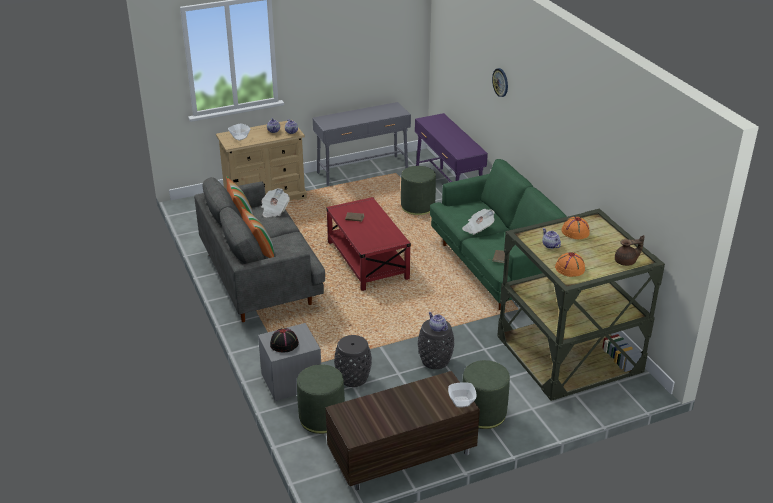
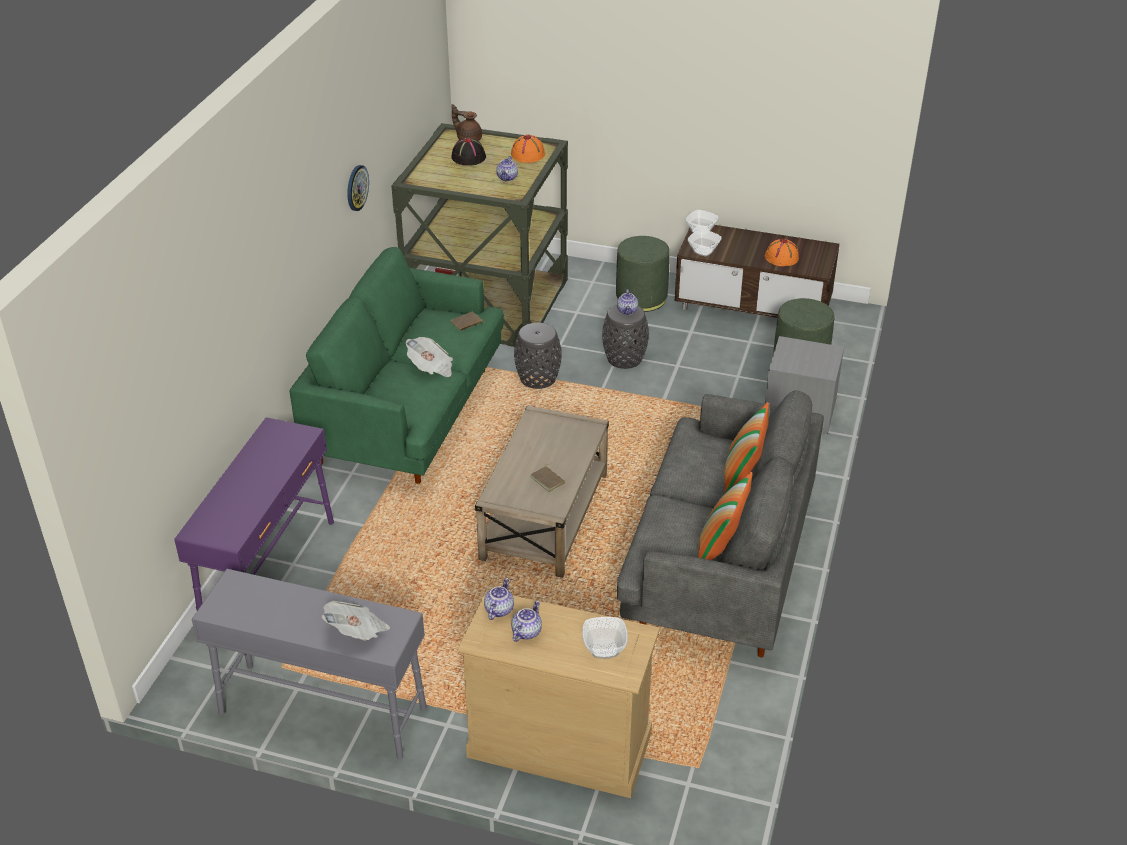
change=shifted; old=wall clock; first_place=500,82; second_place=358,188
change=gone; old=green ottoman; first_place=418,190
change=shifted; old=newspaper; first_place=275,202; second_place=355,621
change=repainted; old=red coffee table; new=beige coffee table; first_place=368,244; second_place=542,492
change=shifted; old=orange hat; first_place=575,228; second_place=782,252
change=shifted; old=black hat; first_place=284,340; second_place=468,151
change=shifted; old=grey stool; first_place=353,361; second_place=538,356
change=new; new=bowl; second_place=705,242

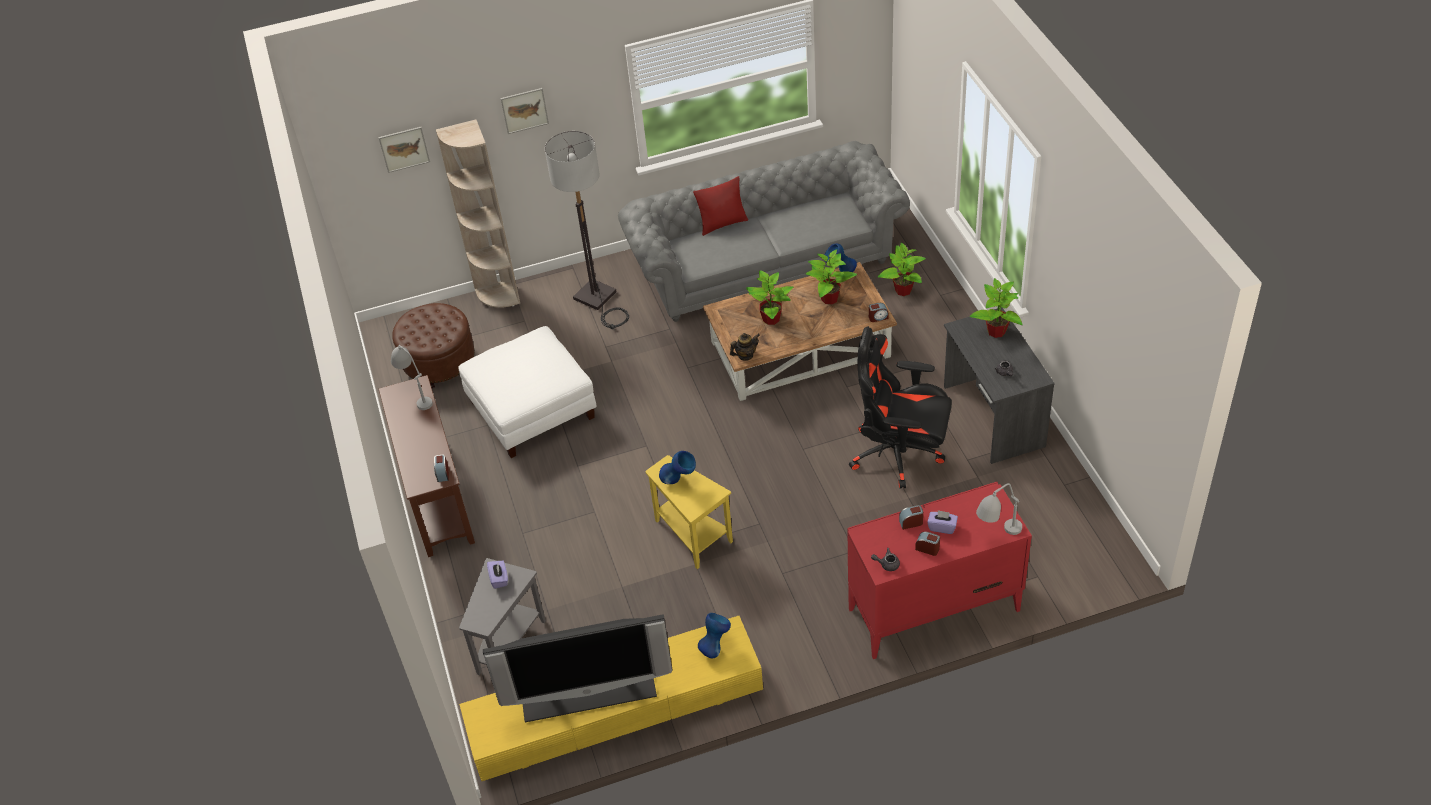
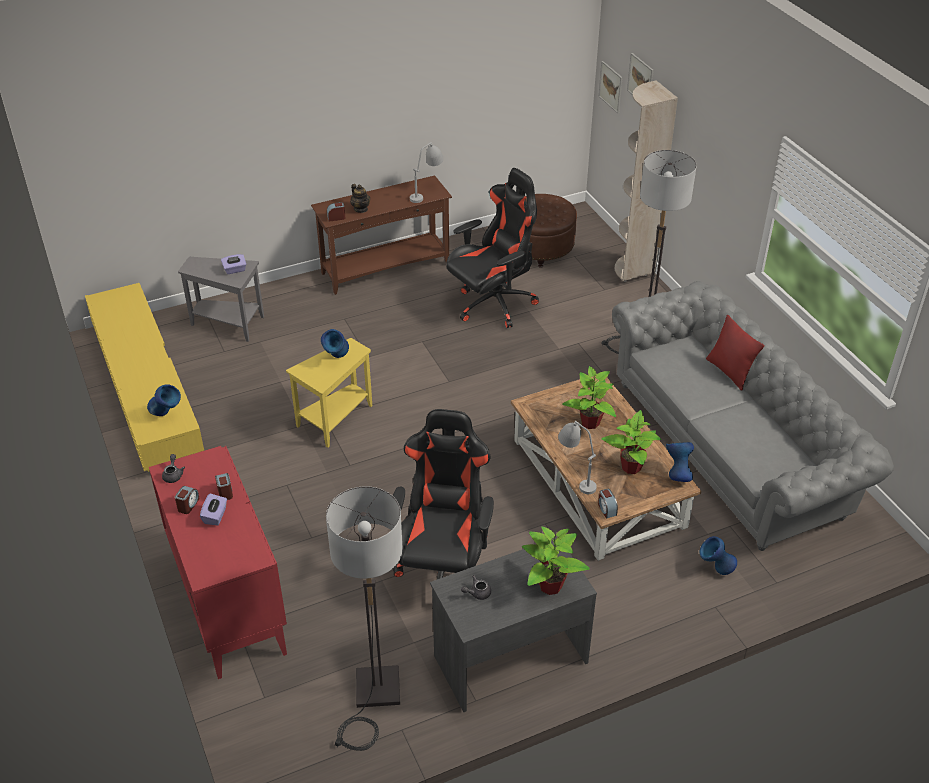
change=shifted; old=picture; first_place=524,111; second_place=611,87
change=swapped; old=potted plant; new=blue vase; first_place=902,269; second_place=718,555
change=swapped; old=white ottoman; new=black office chair; first_place=528,392; second_place=492,248
change=shifted; old=teapot; first_place=744,347; second_place=360,198
change=shifted; old=grey table lamp; first_place=999,509; second_place=577,457
change=gone; old=television; first_place=577,668
change=new; new=floor lamp; second_place=364,618

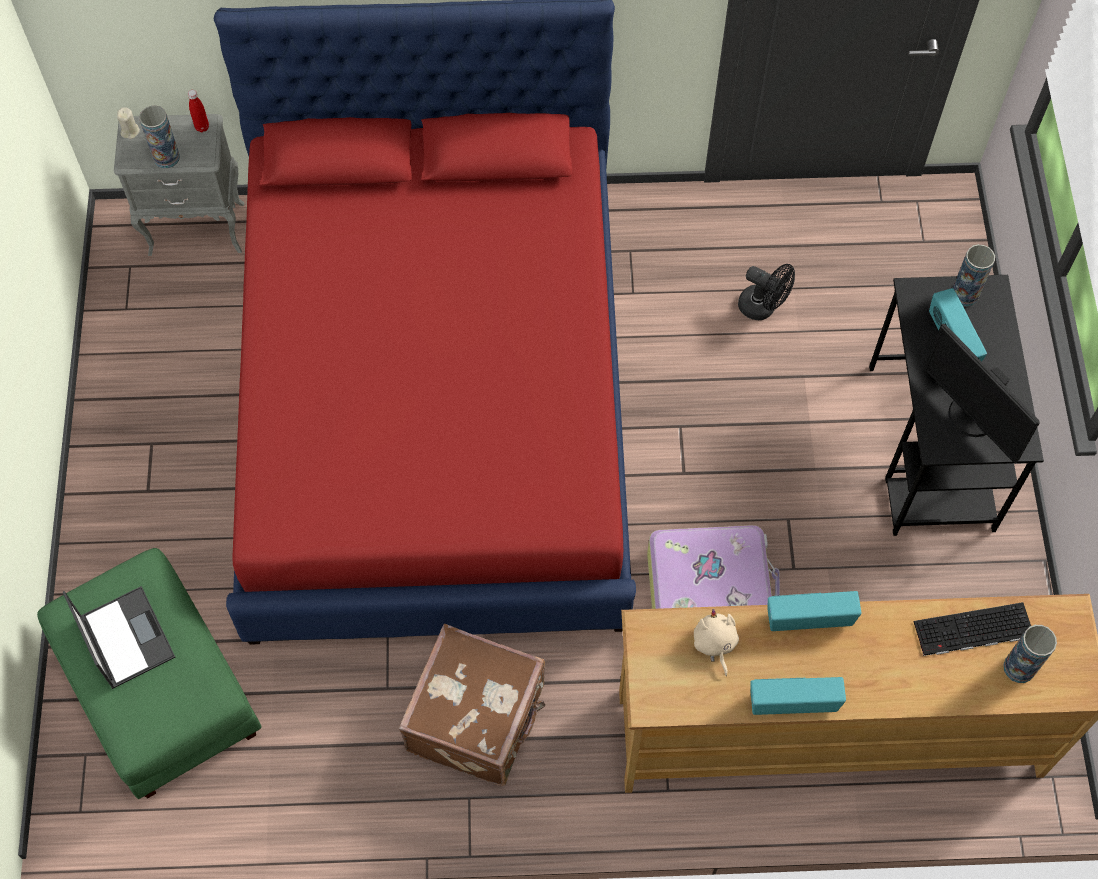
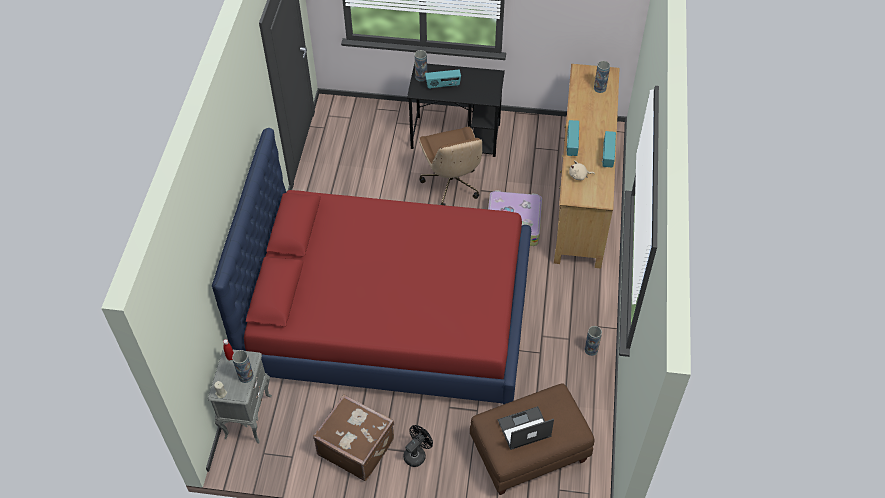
change=shifted; old=black fan; first_place=766,292; second_place=418,446
change=gone; old=monitor; first_place=982,393
change=repainted; old=green ottoman; new=brown ottoman; first_place=149,673; second_place=532,439
change=gone; old=keyboard; first_place=972,629
change=shifted; old=brown suitcase; first_place=471,705; second_place=353,437
change=new; new=brown office chair; second_place=450,166
change=new; new=vase; second_place=593,341

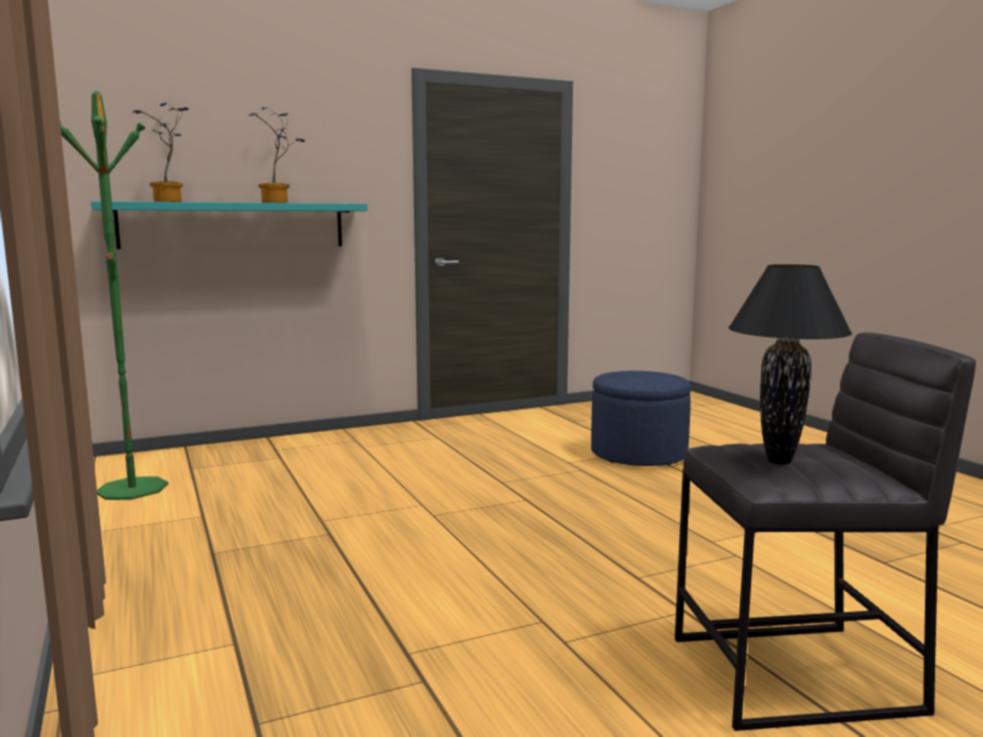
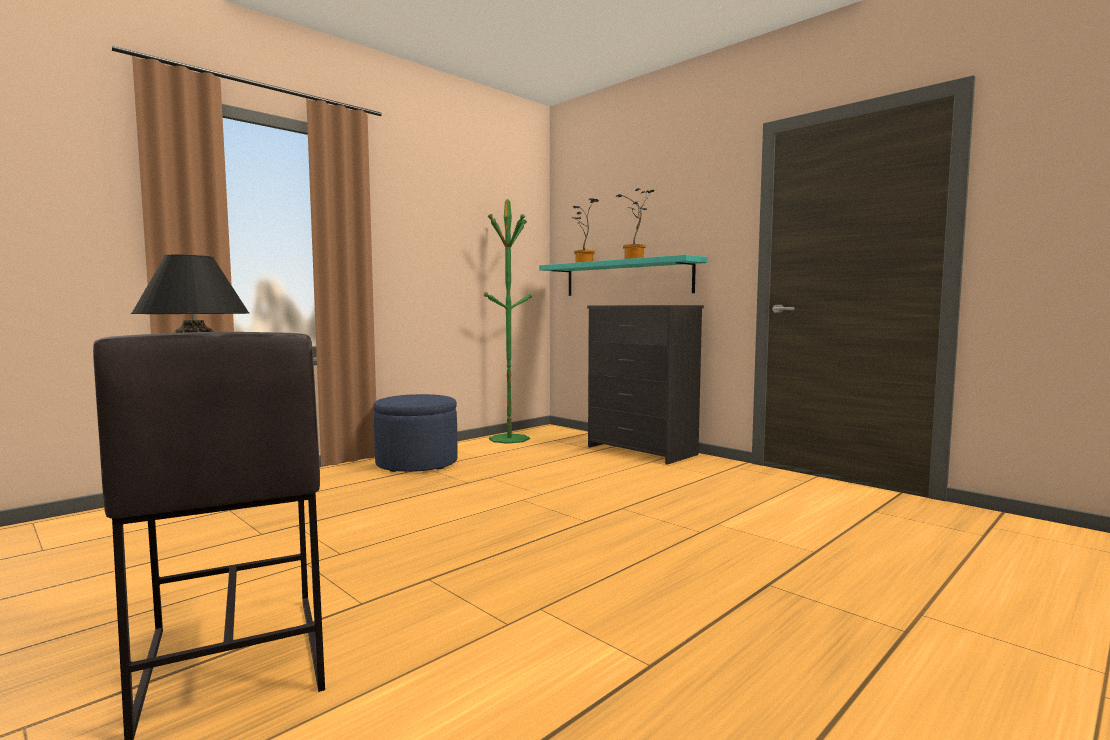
change=shifted; old=blue ottoman; first_place=641,418; second_place=415,433
change=new; new=black dresser; second_place=645,385

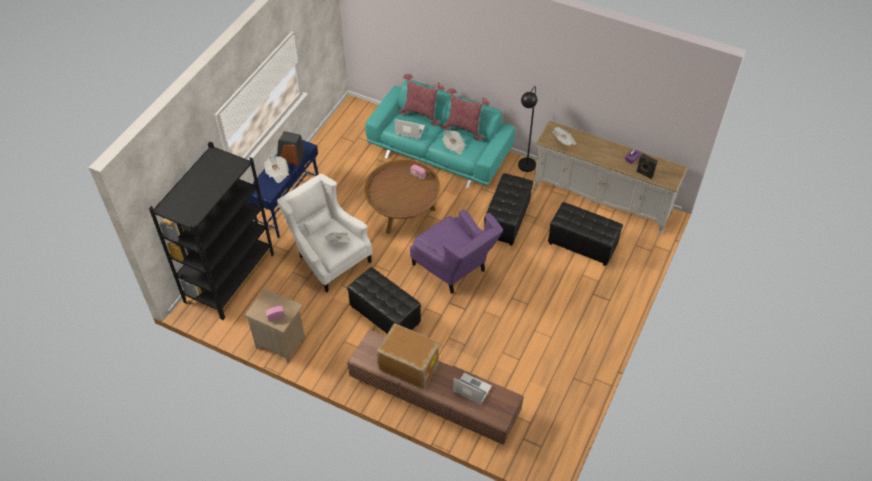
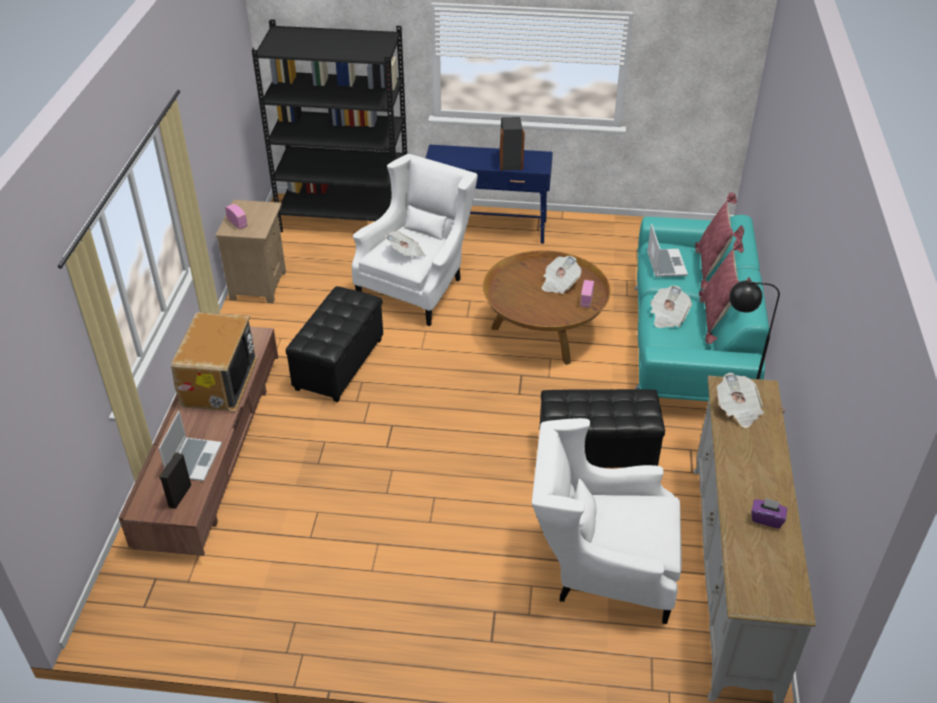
change=shifted; old=black speaker; first_place=647,166; second_place=175,480
change=shifted; old=newspaper; first_place=276,169; second_place=561,275
change=swapped; old=black ottoman; new=white armchair; first_place=585,234; second_place=607,521
change=gone; old=purple armchair; first_place=456,251

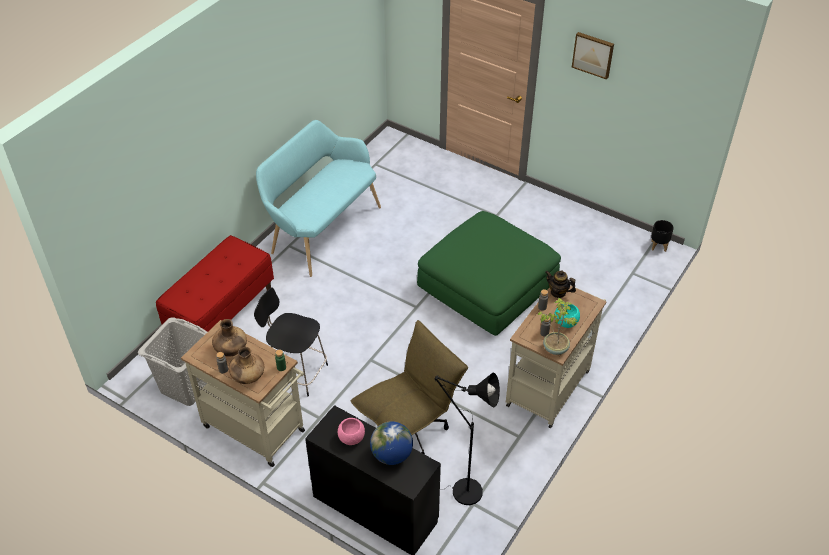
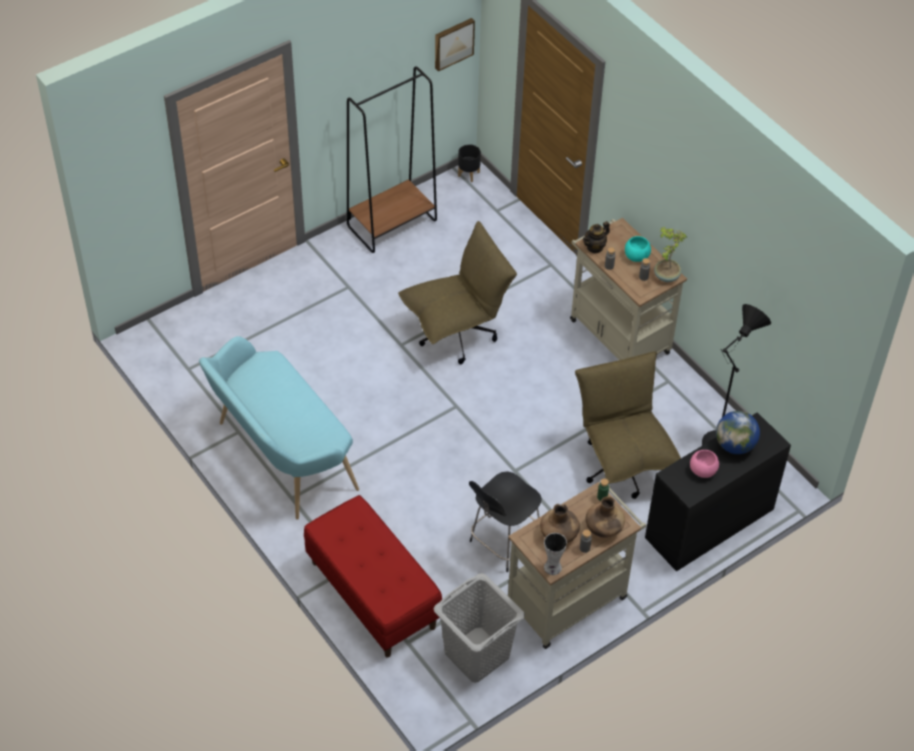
change=shifted; old=picture; first_place=593,56; second_place=455,44
change=swapped; old=green ottoman; new=beige office chair; first_place=489,273; second_place=457,292
change=new; new=clothes rack; second_place=392,159
change=new; new=vase; second_place=555,554

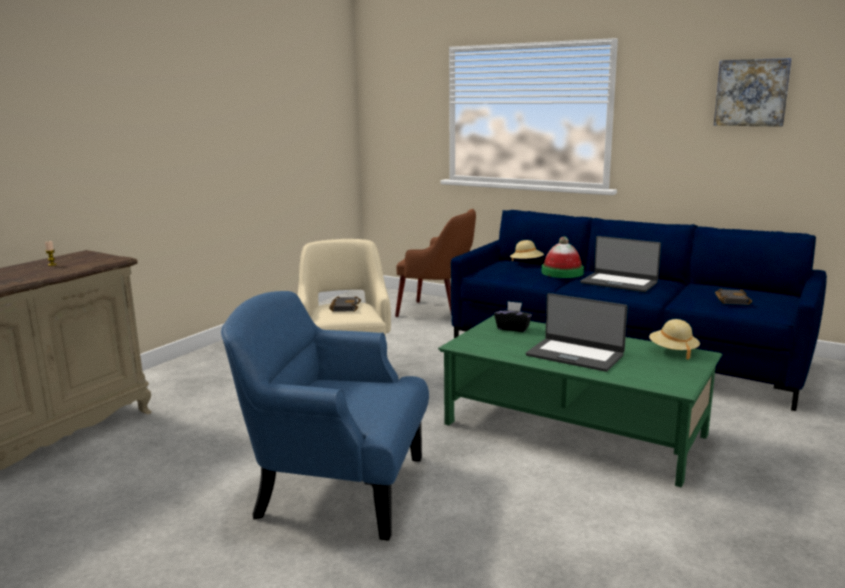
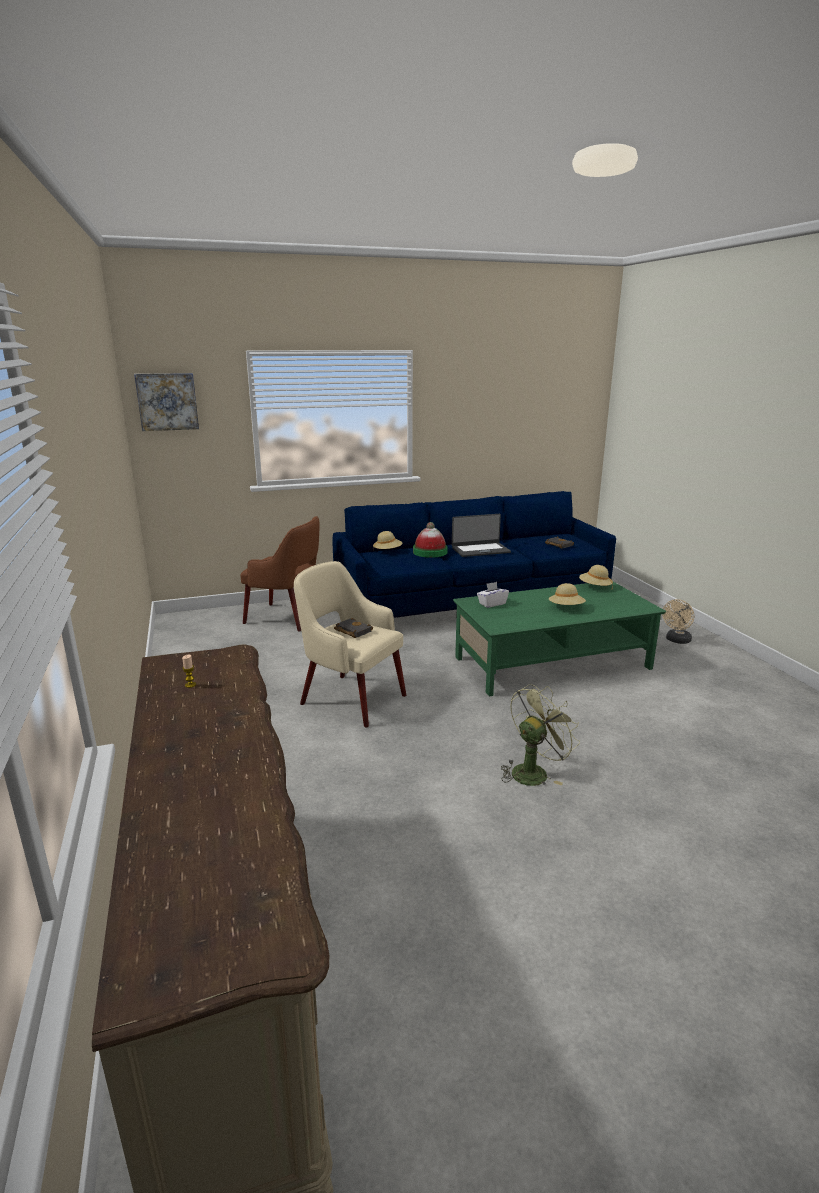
change=shifted; old=picture; first_place=753,92; second_place=166,402
change=rotated; old=brown armchair; first_place=435,263; second_place=280,574; degrees=45
change=swapped; old=blue armchair; new=green fan; first_place=325,416; second_place=540,735
change=swapped; old=laptop; new=beige hat; first_place=577,332; second_place=567,594
change=repainted; old=black tissue box; new=white tissue box; first_place=513,316; second_place=493,595
change=new; new=beige fan; second_place=678,621

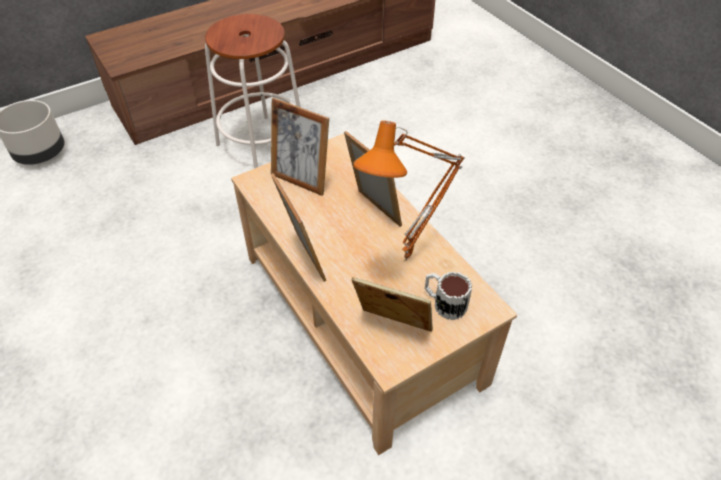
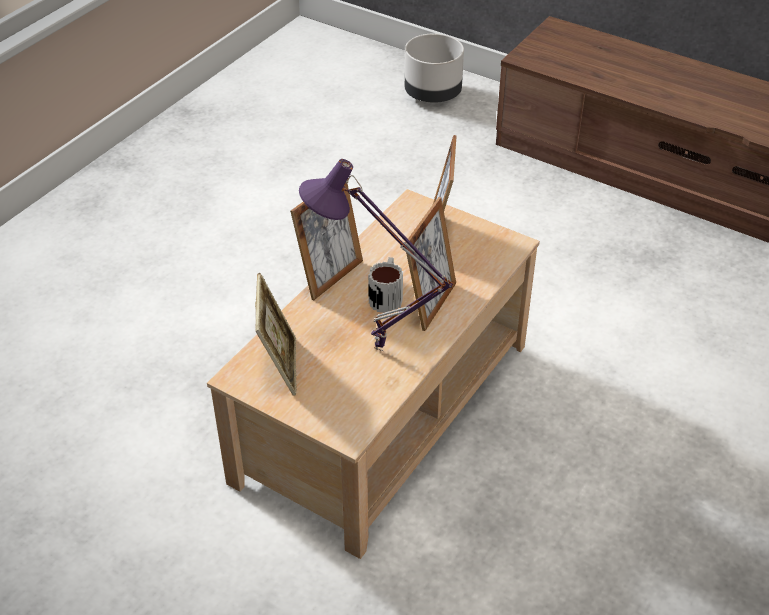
change=gone; old=white stool; first_place=253,91
change=repainted; old=orange table lamp; new=purple table lamp; first_place=409,191; second_place=376,255
change=shifted; old=mug; first_place=448,296; second_place=385,285

